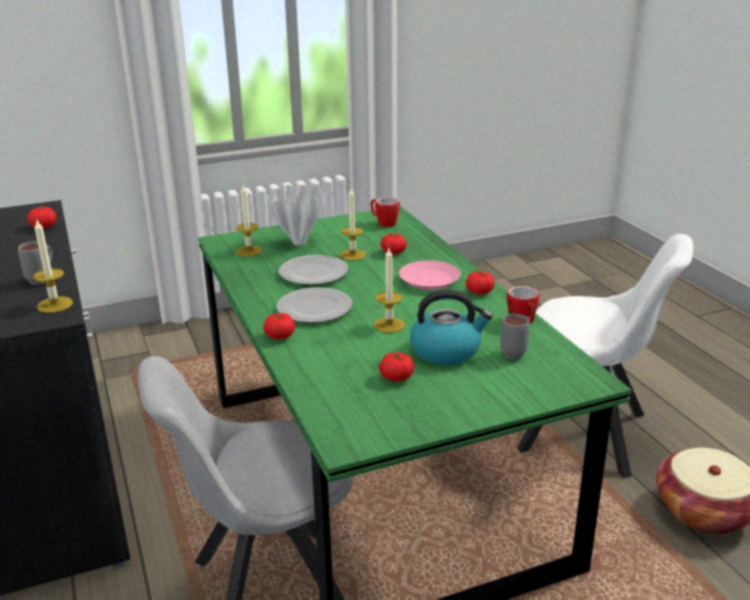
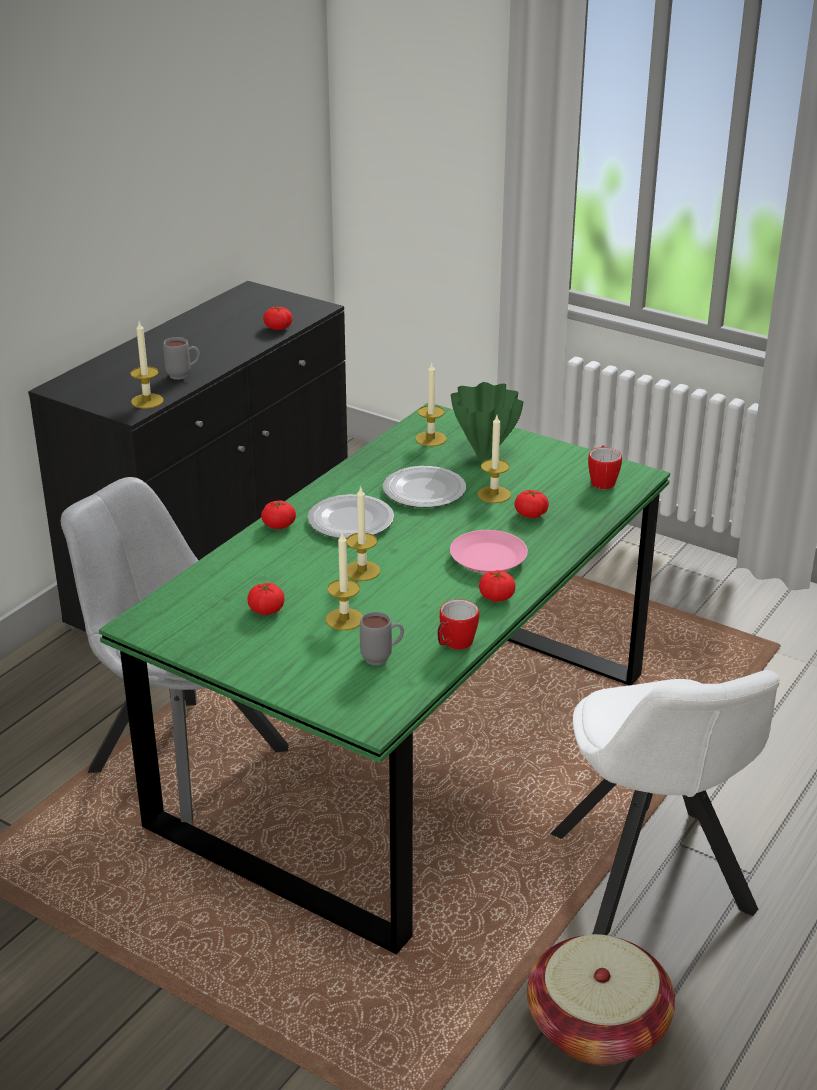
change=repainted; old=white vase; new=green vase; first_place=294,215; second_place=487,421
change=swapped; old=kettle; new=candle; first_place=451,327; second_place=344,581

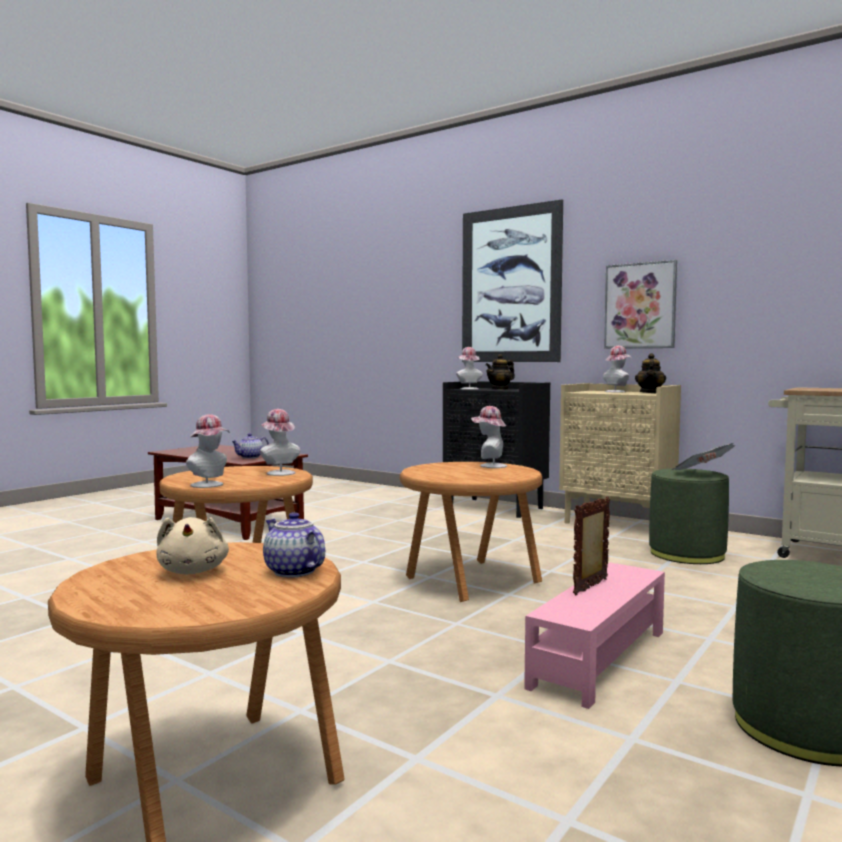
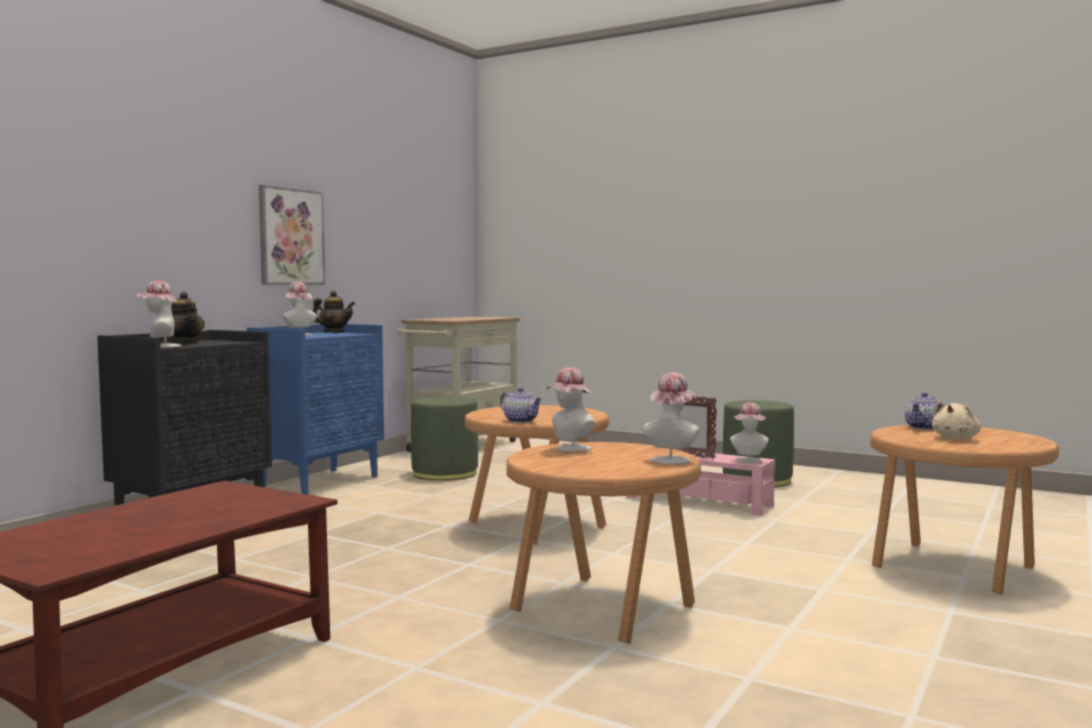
change=gone; old=picture; first_place=512,280
change=repainted; old=beige cabinet; new=blue cabinet; first_place=620,453; second_place=315,409
change=shifted; old=hat; first_place=489,437; second_place=749,433
change=shifted; old=teapot; first_place=250,446; second_place=521,405
change=gone; old=newspaper; first_place=703,456
change=rotated; old=beige plush toy; first_place=193,545; second_place=956,420; degrees=150

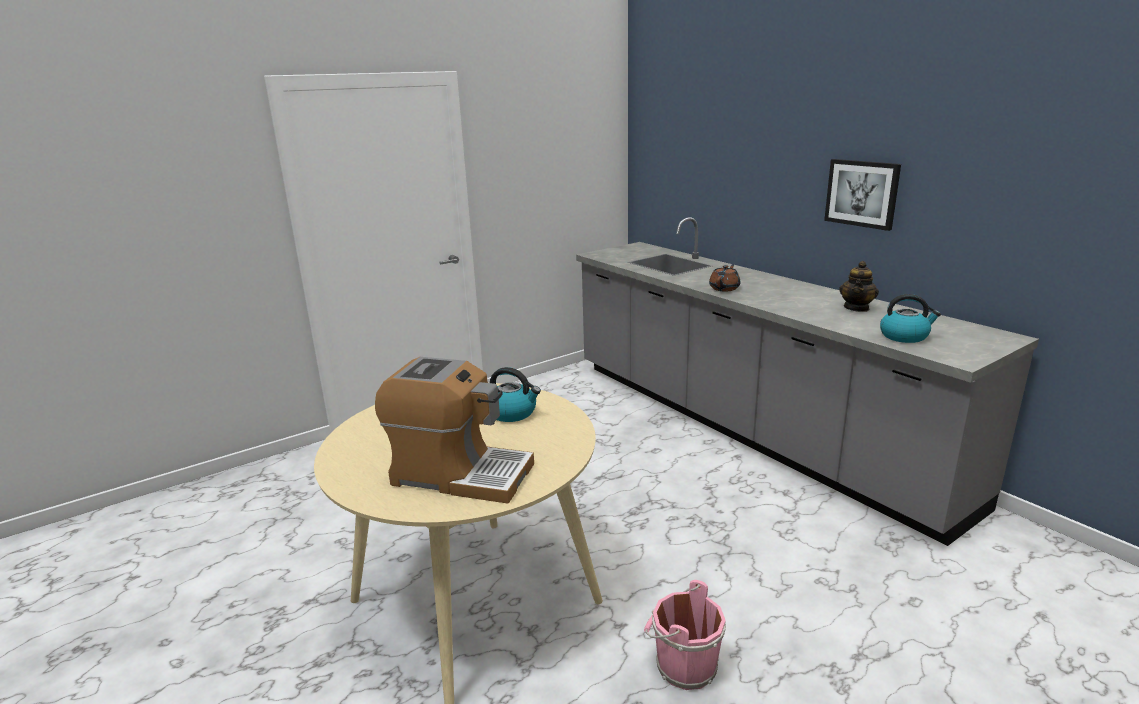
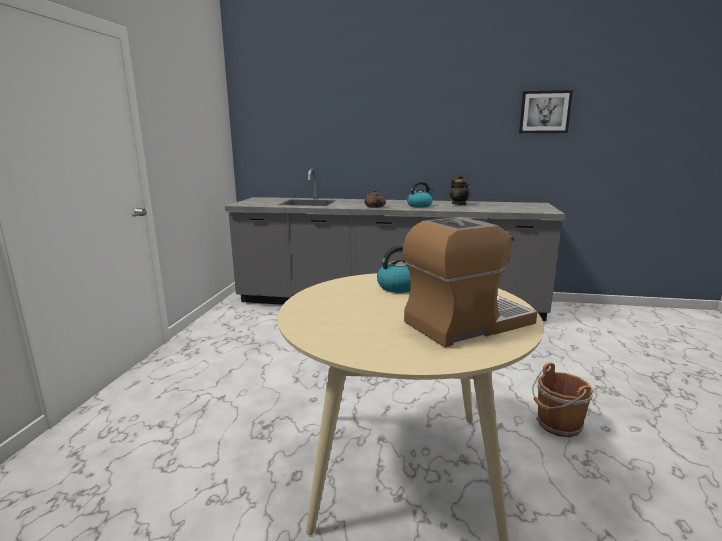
change=shifted; old=picture; first_place=862,195; second_place=546,111
change=shifted; old=kettle; first_place=910,318; second_place=420,194
change=repainted; old=pink bucket; new=brown bucket; first_place=685,635; second_place=563,399

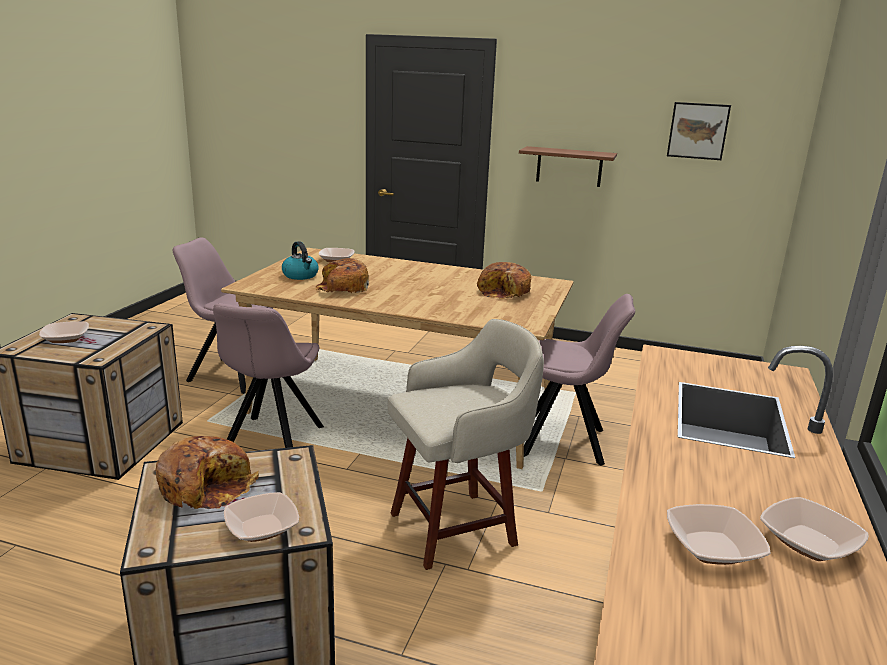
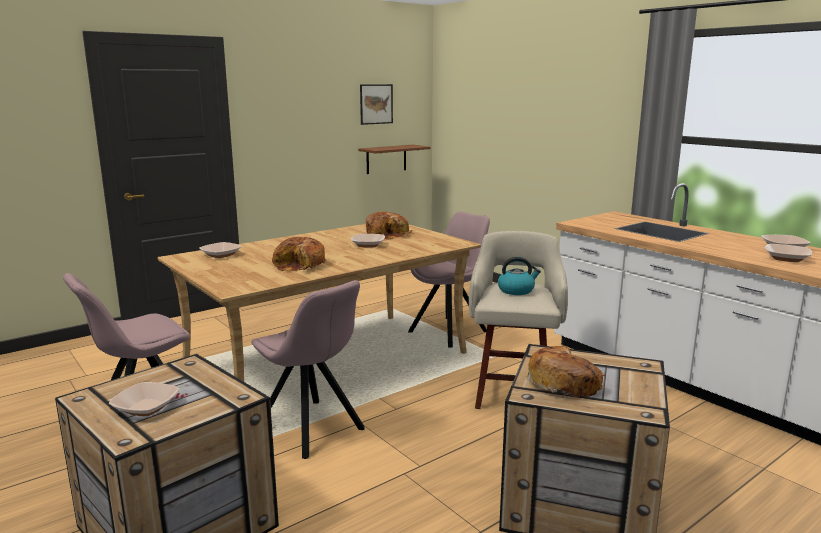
change=shifted; old=brown shelf; first_place=568,166; second_place=394,159
change=shifted; old=kettle; first_place=300,260; second_place=519,276
change=shifted; old=bowl; first_place=261,517; second_place=368,241

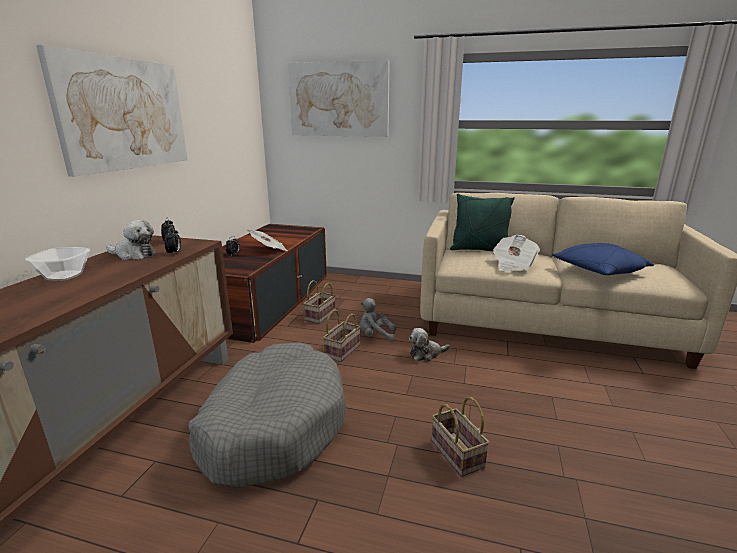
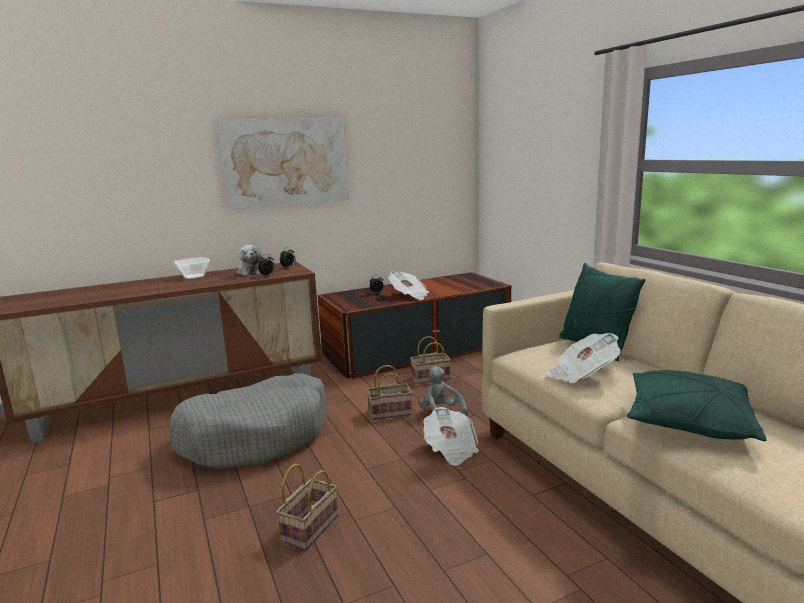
change=gone; old=picture; first_place=339,98
change=repainted; old=blue pillow; new=green pillow; first_place=603,259; second_place=696,405
change=swapped; old=plush toy; new=newspaper; first_place=429,344; second_place=451,436

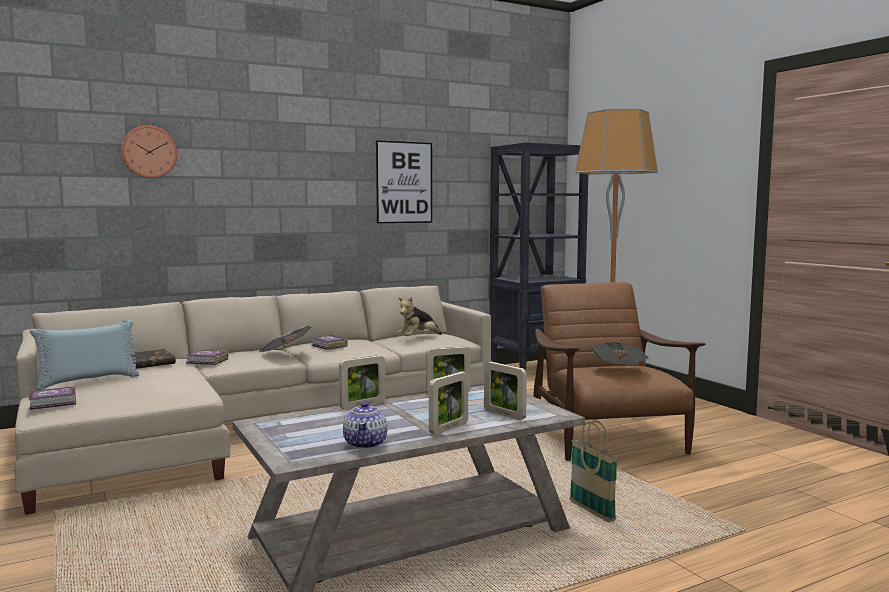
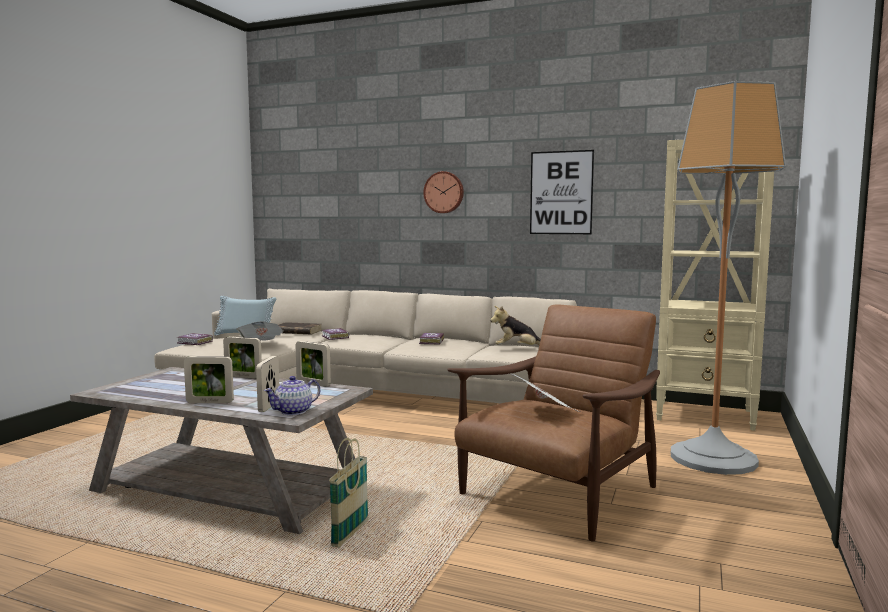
change=shifted; old=wall clock; first_place=149,151; second_place=443,192
change=repainted; old=black bookcase; new=beige bookcase; first_place=538,256; second_place=715,285
change=shifted; old=newspaper; first_place=285,339; second_place=260,330
change=shifted; old=teapot; first_place=365,425; second_place=292,395

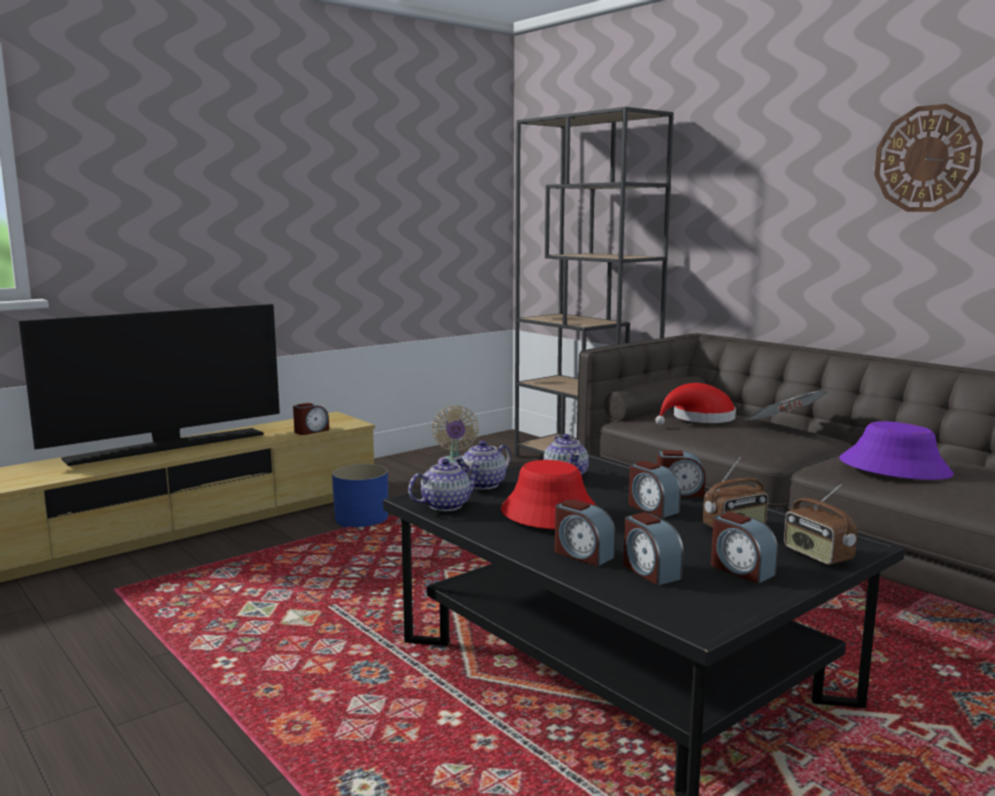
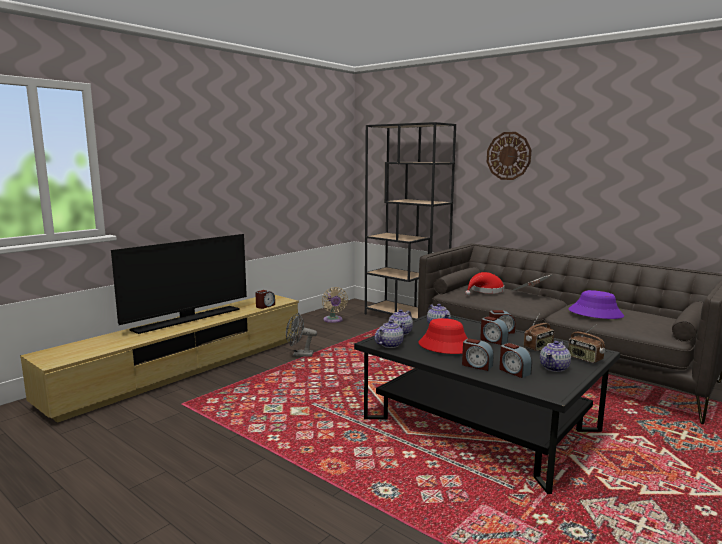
change=shifted; old=wall clock; first_place=928,158; second_place=509,156
change=swapped; old=blue planter; new=grey fan; first_place=360,495; second_place=301,335
change=swapped; old=alarm clock; new=teapot; first_place=744,548; second_place=555,356

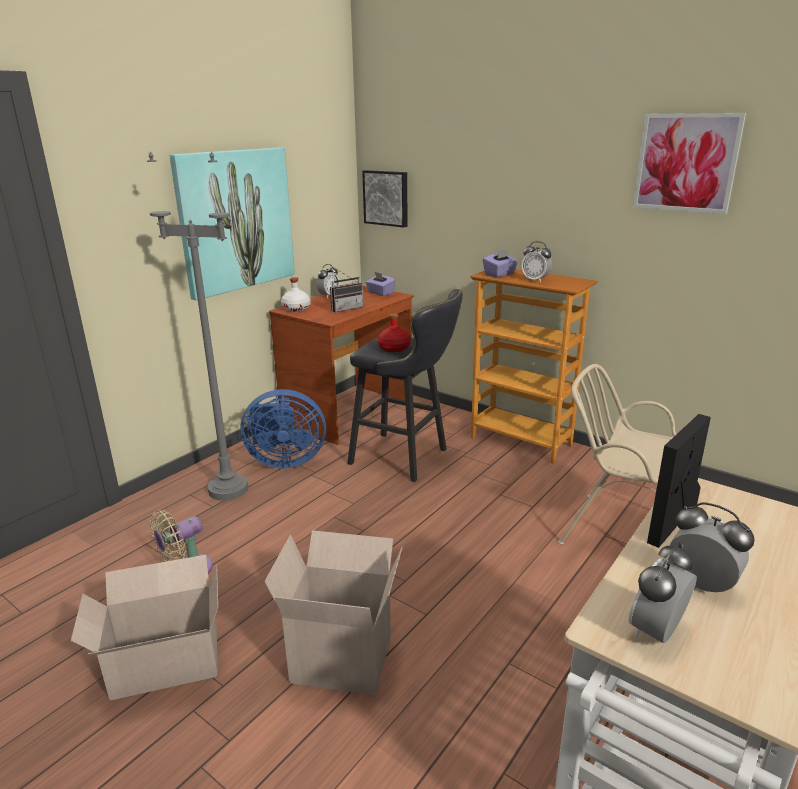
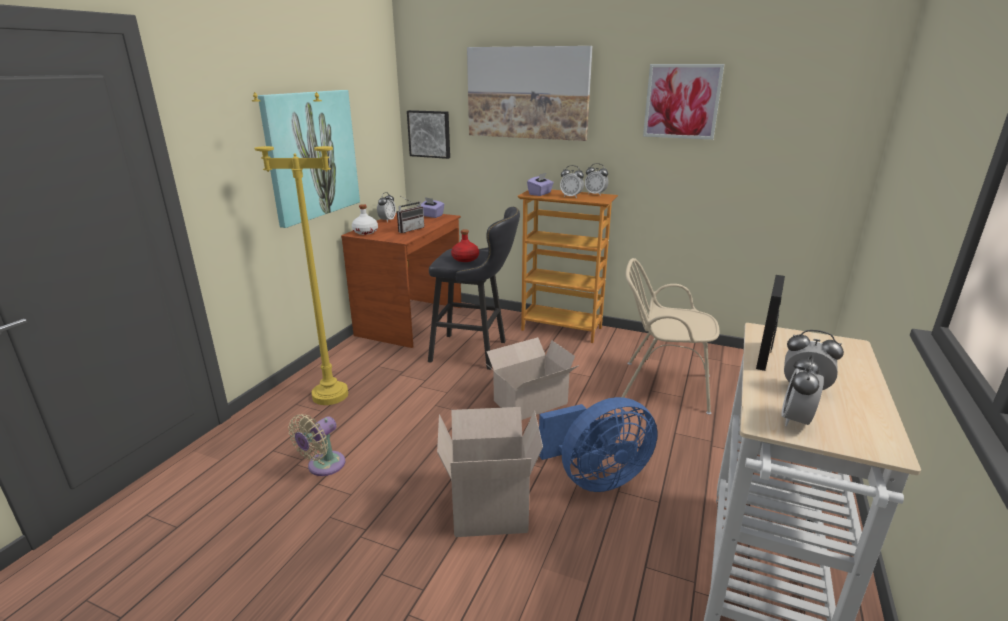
change=repainted; old=grey floor lamp; new=yellow floor lamp; first_place=197,326; second_place=300,248
change=shifted; old=blue fan; first_place=283,428; second_place=598,444
change=shifted; old=cardboard box; first_place=144,627; second_place=531,378
change=new; new=picture; second_place=530,93
change=new; new=alarm clock; second_place=596,179

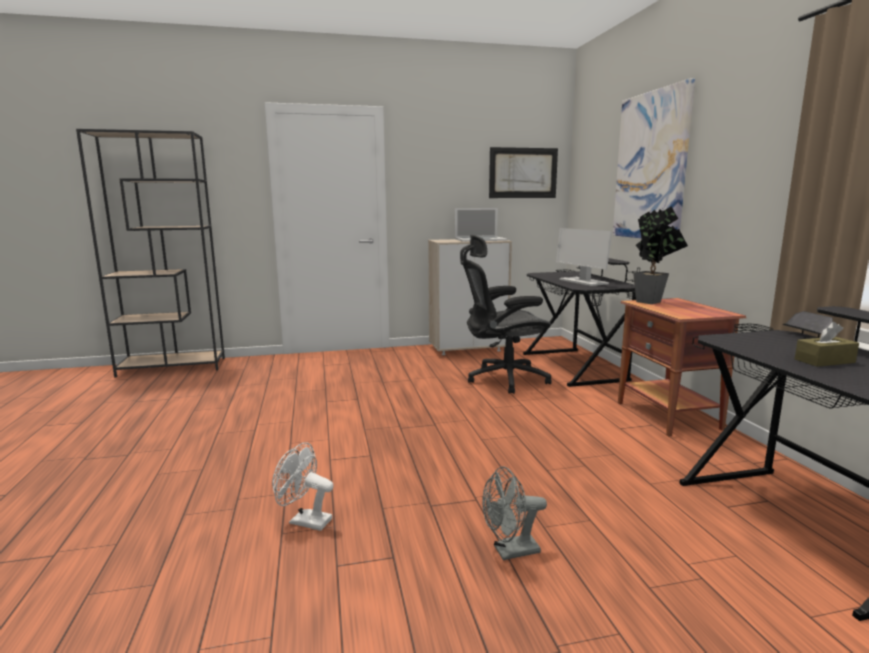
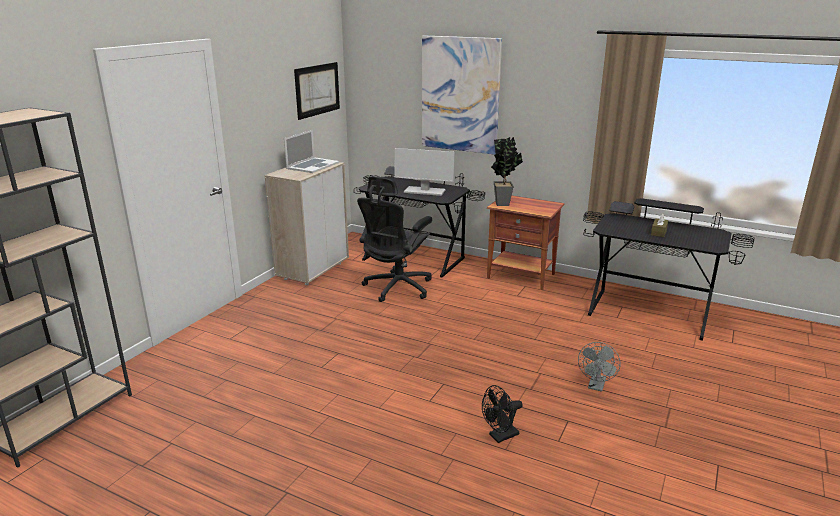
change=repainted; old=white fan; new=black fan; first_place=303,486; second_place=502,414

